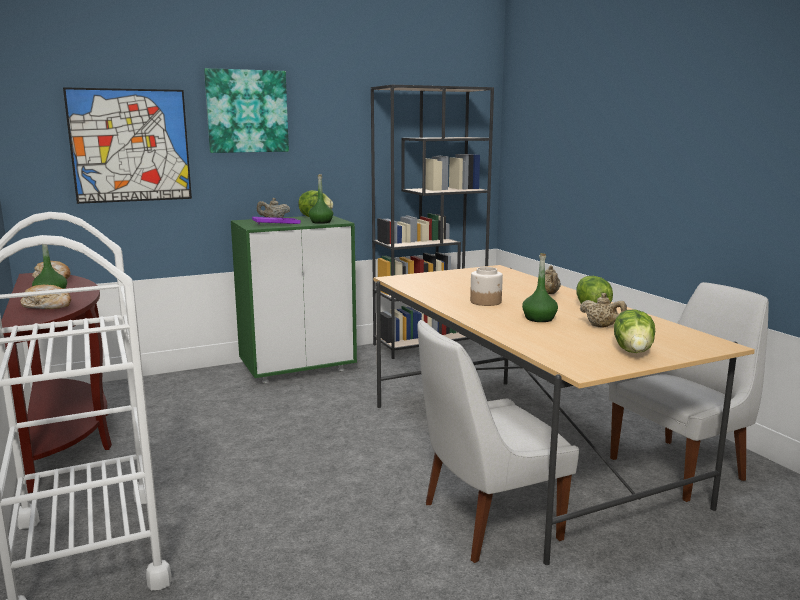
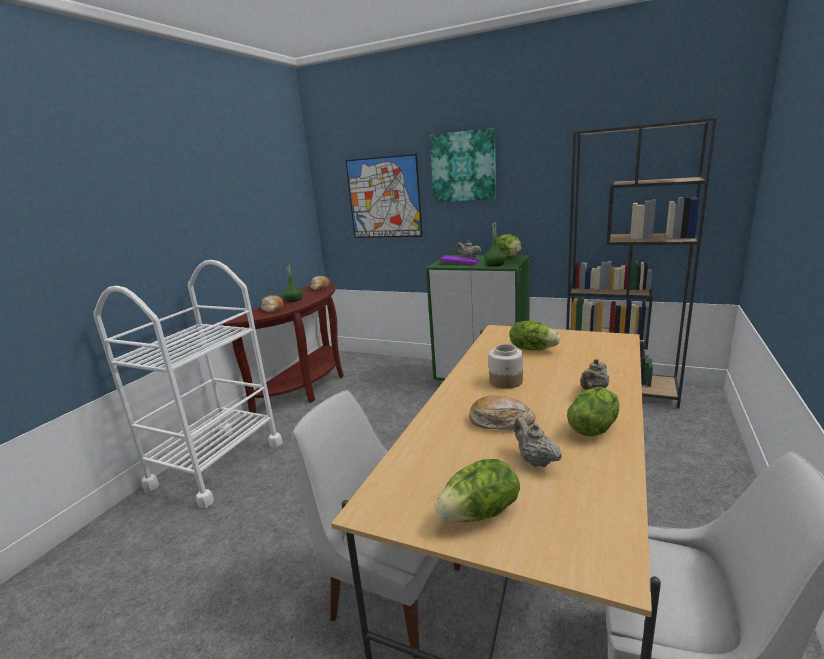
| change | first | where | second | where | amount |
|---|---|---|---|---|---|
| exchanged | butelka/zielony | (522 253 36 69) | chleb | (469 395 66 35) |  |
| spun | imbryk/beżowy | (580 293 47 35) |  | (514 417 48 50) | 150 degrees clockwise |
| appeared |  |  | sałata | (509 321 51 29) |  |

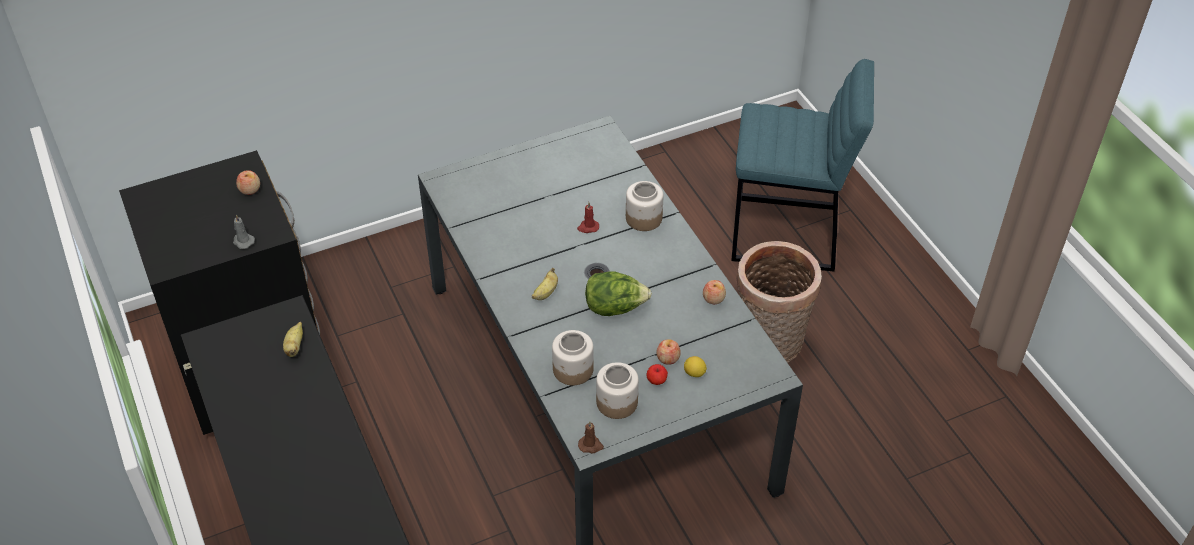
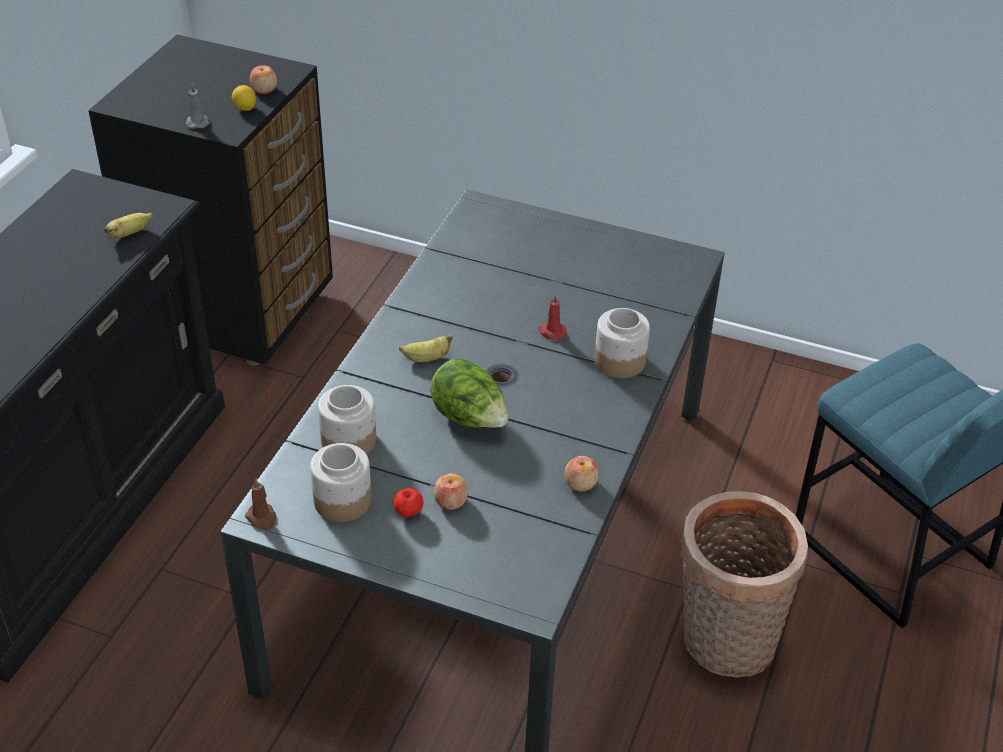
| change | first | where | second | where | amount |
|---|---|---|---|---|---|
| relocated | cytryna | (684 356 23 21) |  | (232 85 24 26) |  |

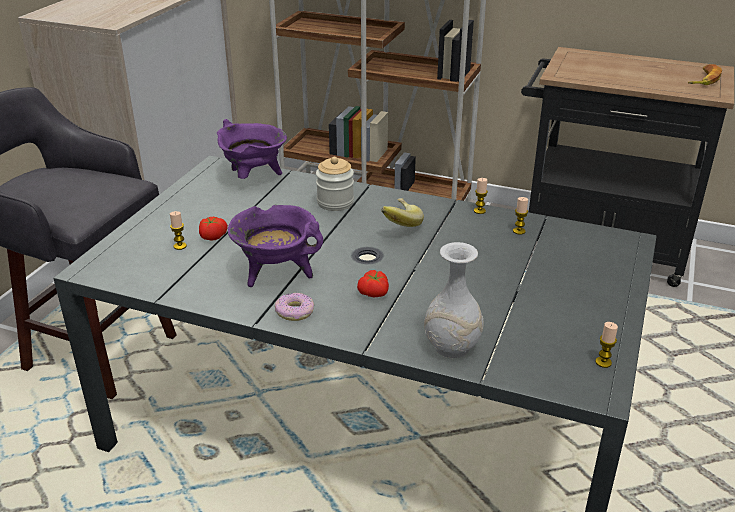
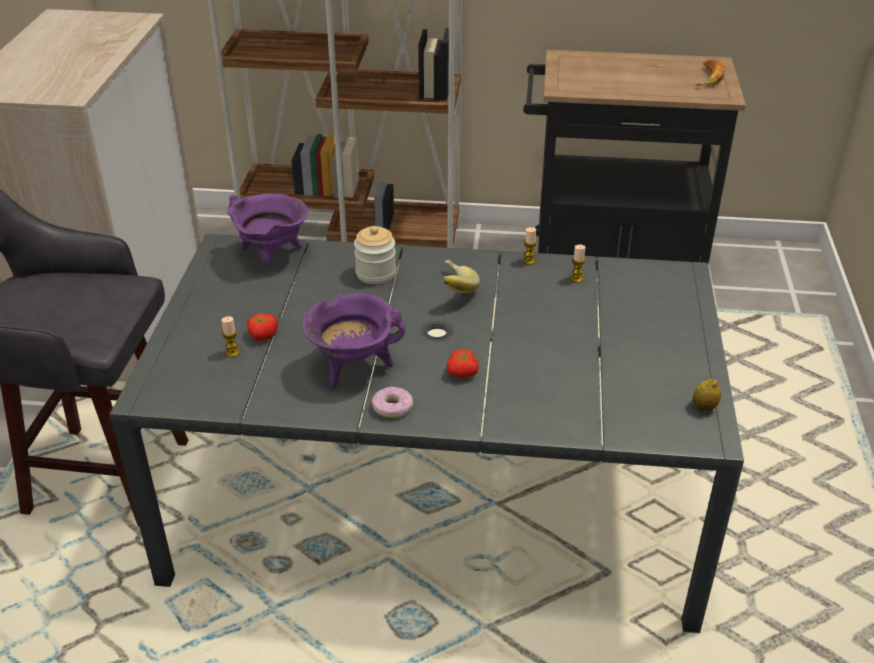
| change | first | where | second | where | amount |
|---|---|---|---|---|---|
| missing | wazon/biały | (424 242 59 116) |  |  |  |
| exchanged | świeca | (595 322 23 46) | cytryna | (693 379 28 32) |  |

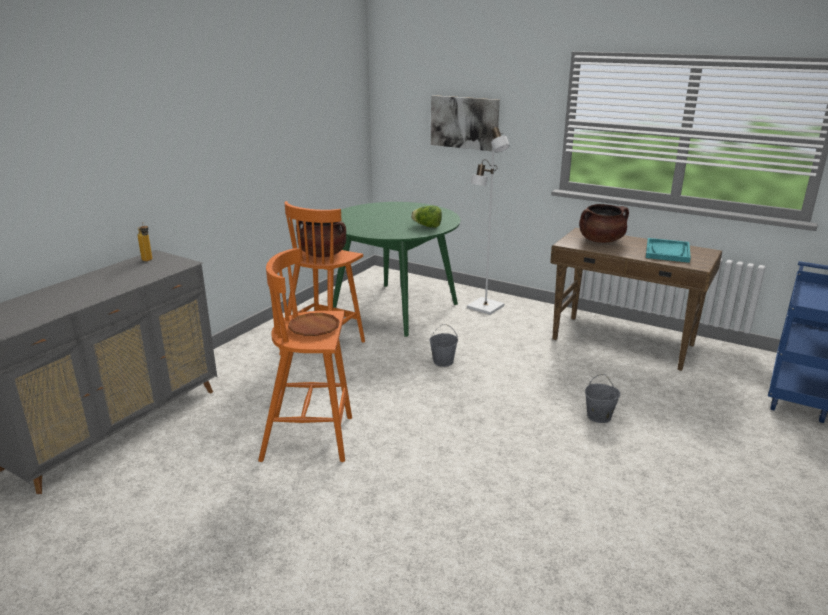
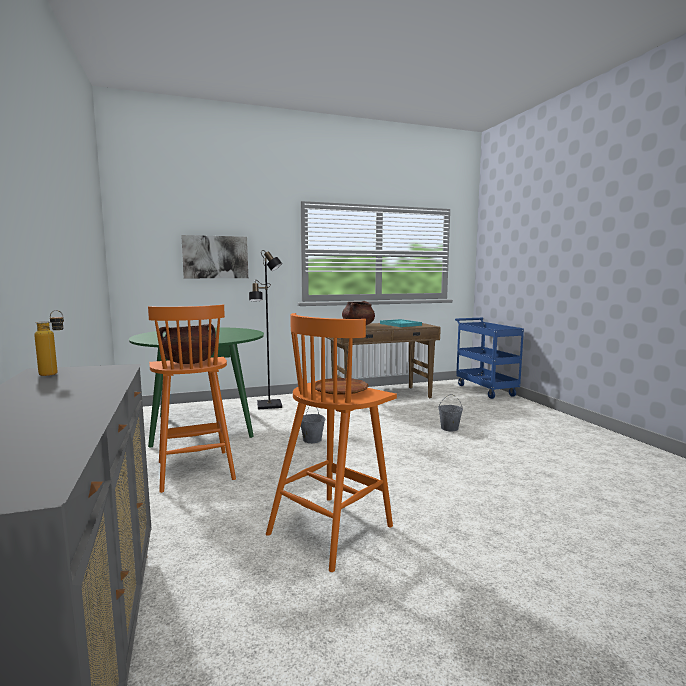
| change | first | where | second | where | amount |
|---|---|---|---|---|---|
| missing | sałata | (411 206 31 22) |  |  |  |
| colour | lampa stojąca/biały | (467 125 43 190) | lampa stojąca/czarny | (249 250 33 159) |  |

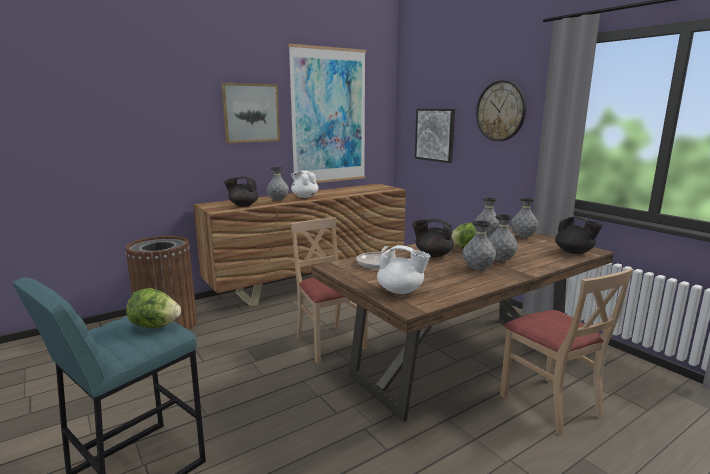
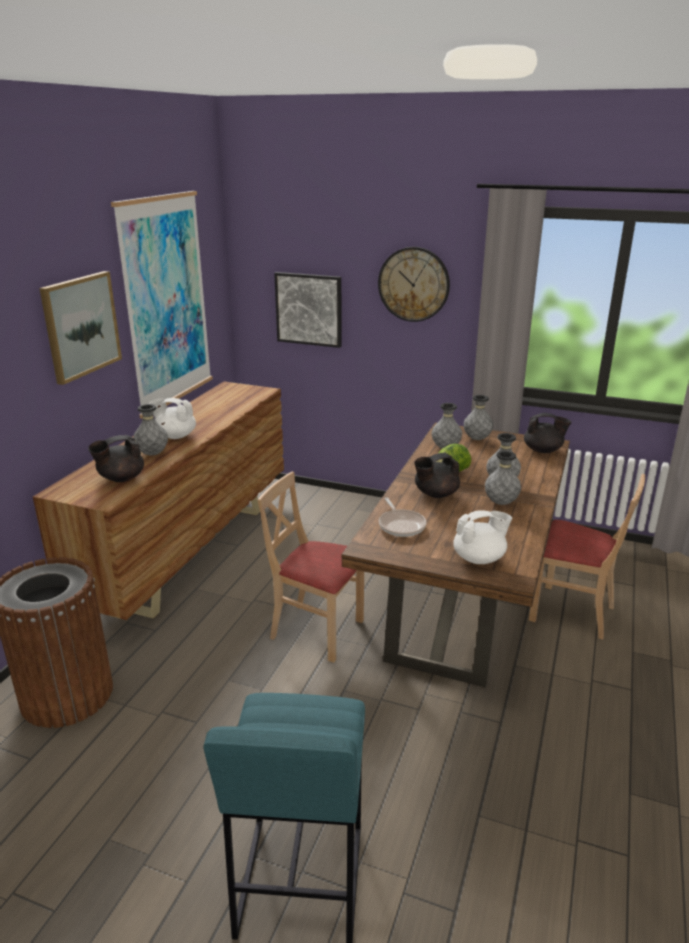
| change | first | where | second | where | amount |
|---|---|---|---|---|---|
| missing | sałata | (126 288 55 40) |  |  |  |

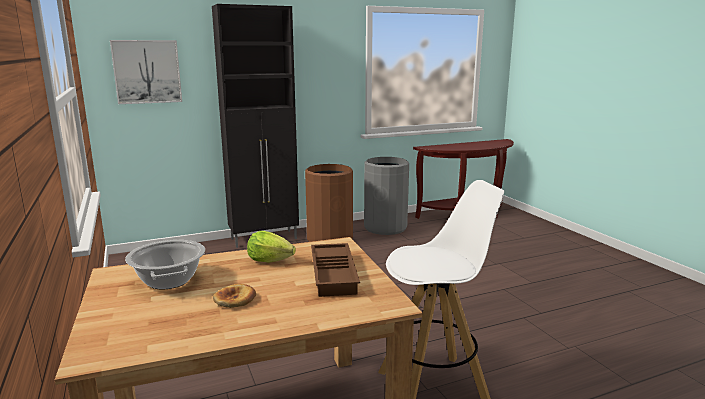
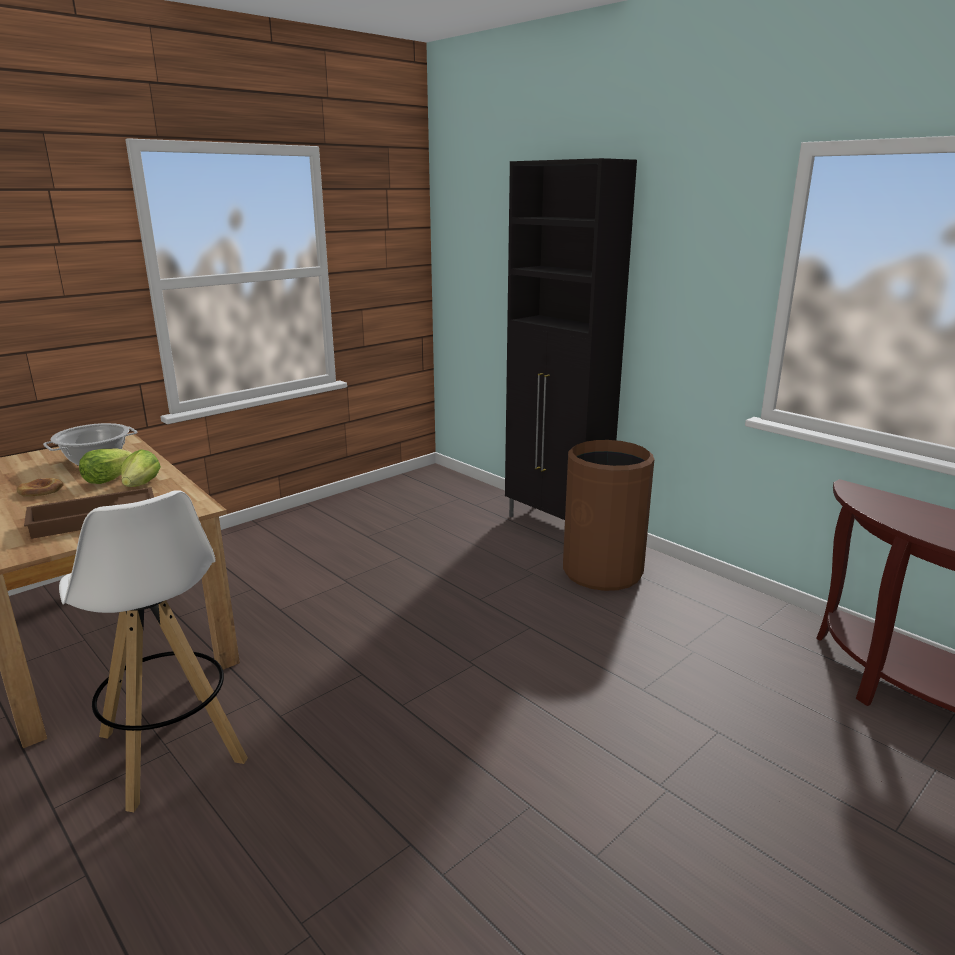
| change | first | where | second | where | amount |
|---|---|---|---|---|---|
| missing | obraz | (110 40 72 64) |  |  |  |
| missing | kosz na śmieci/szary | (364 157 45 78) |  |  |  |
| appeared |  |  | sałata | (79 448 53 36) |  |

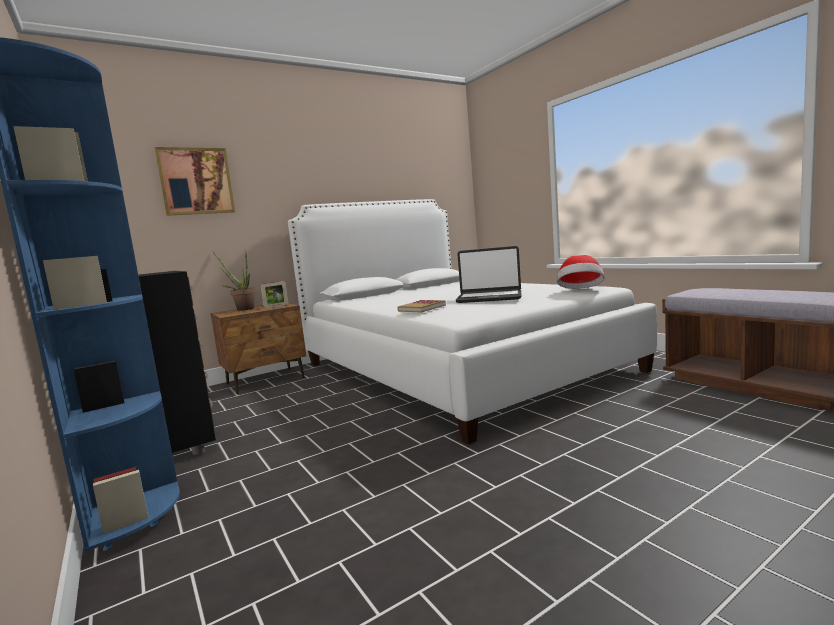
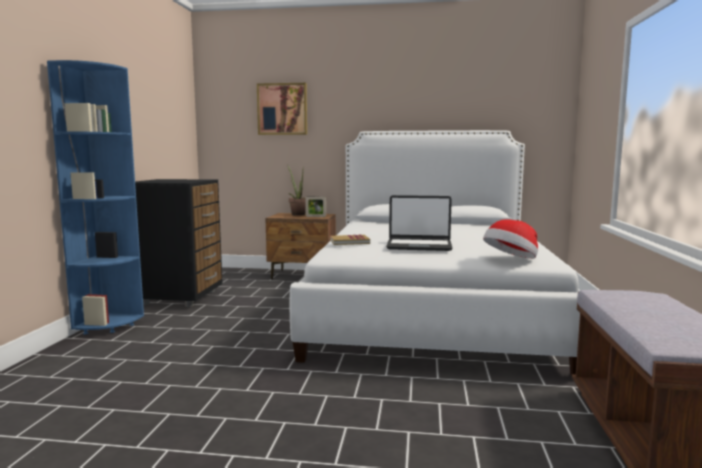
| change | first | where | second | where | amount |
|---|---|---|---|---|---|
| spun | laptop | (455 246 66 57) |  | (386 195 66 56) | 45 degrees counterclockwise |

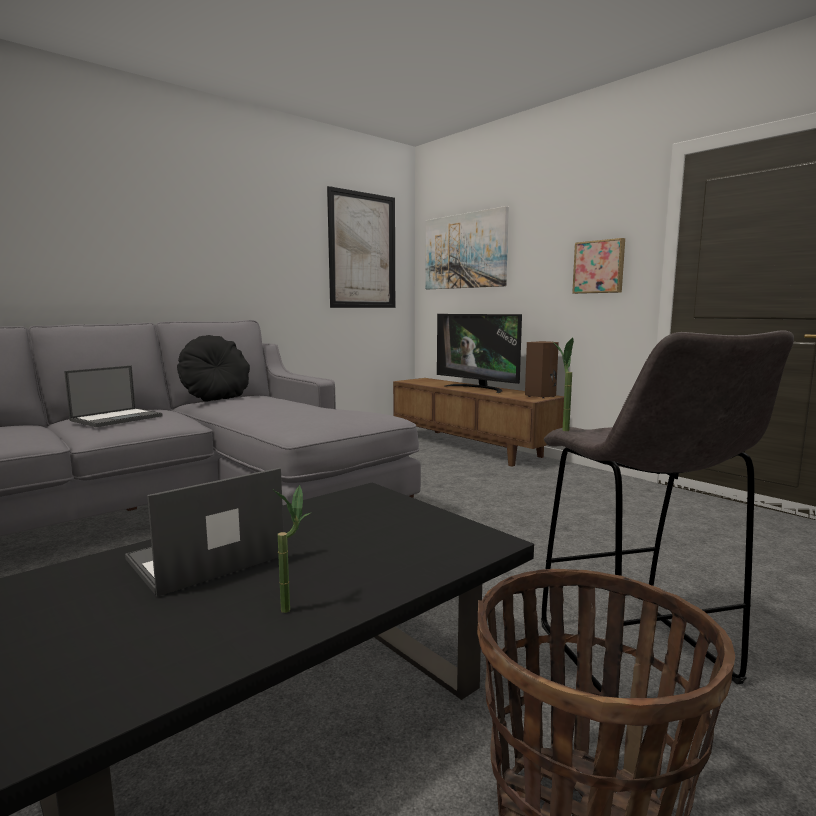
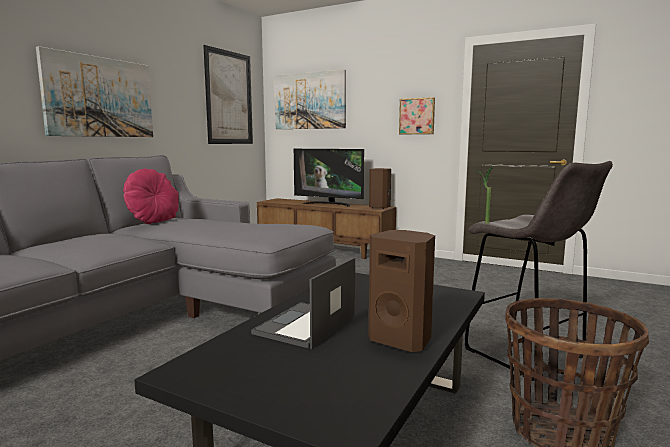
| change | first | where | second | where | amount |
|---|---|---|---|---|---|
| missing | laptop | (64 365 99 62) |  |  |  |
| colour | poduszka/czarny | (177 335 73 66) | poduszka/różowy | (123 169 56 55) |  |
| exchanged | roślina doniczkowa | (272 485 38 128) | głośnik/brązowy | (368 230 67 122) |  |
| appeared |  |  | obraz | (36 46 117 91) |  |

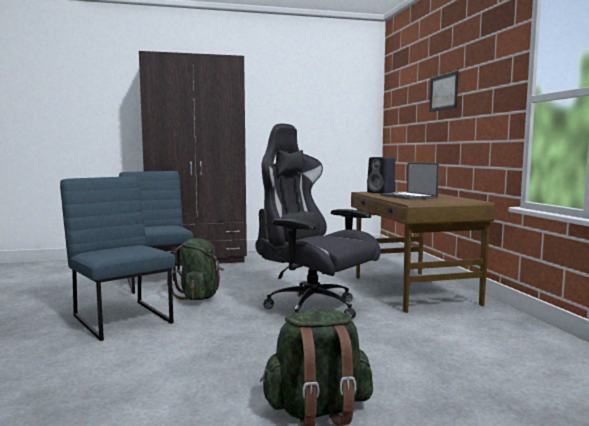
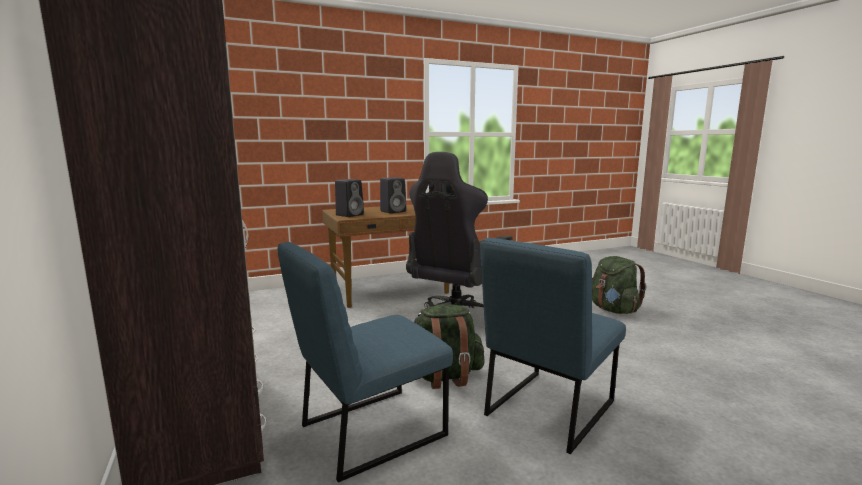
| change | first | where | second | where | amount |
|---|---|---|---|---|---|
| exchanged | laptop | (380 162 59 38) | głośnik/czarny | (380 177 26 36) |  |
| missing | obraz | (429 71 29 41) |  |  |  |

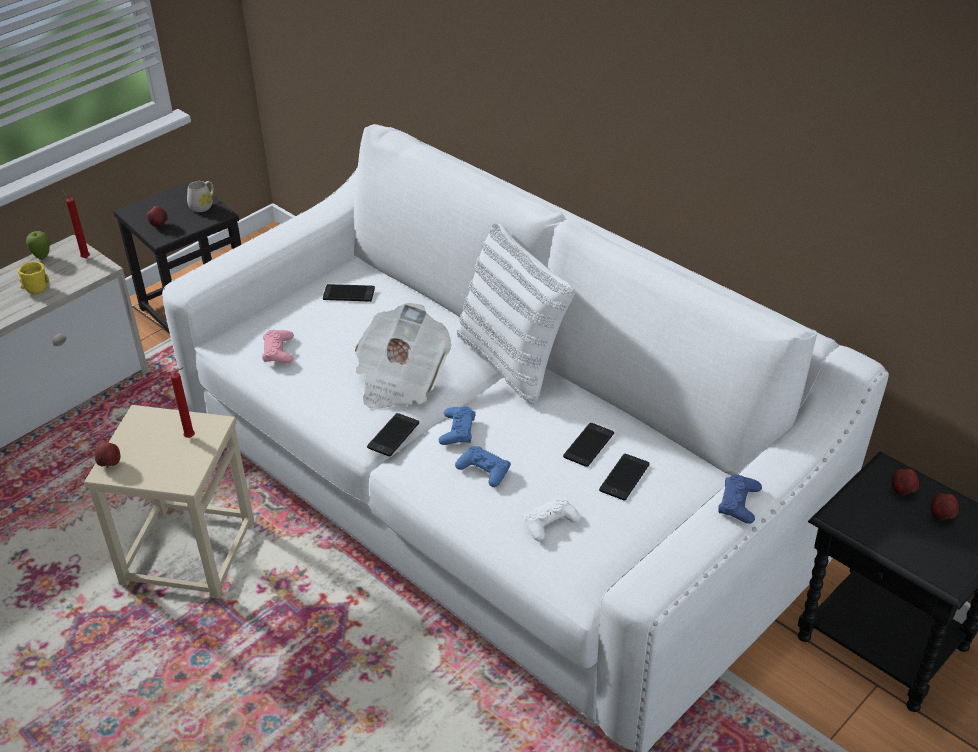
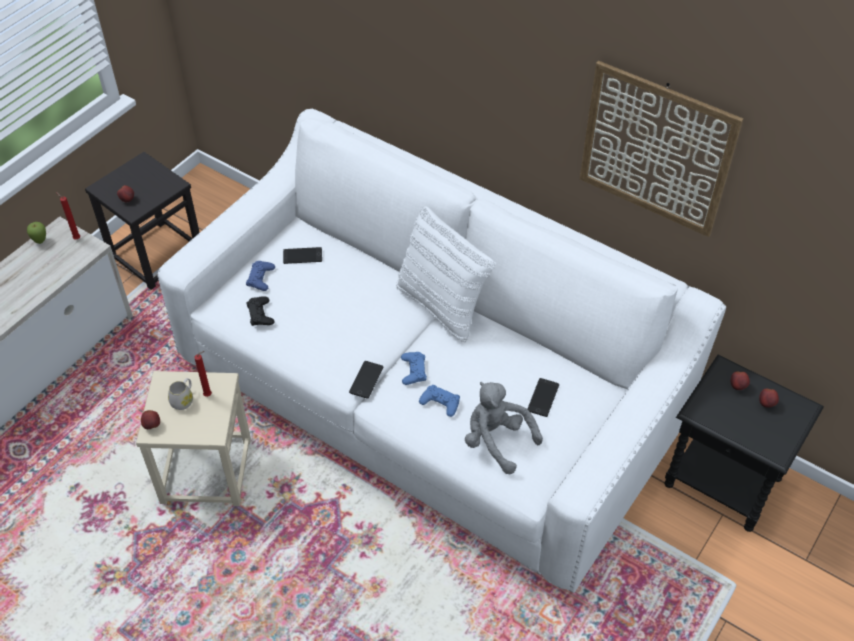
| change | first | where | second | where | amount |
|---|---|---|---|---|---|
| missing | kubek/żółty | (18 261 31 33) |  |  |  |
| relocated | kubek/biały | (187 181 27 31) |  | (168 378 25 32) |  |
| colour | pad do gier/różowy | (262 330 32 33) | pad do gier/czarny | (246 297 29 29) |  |
| missing | gazeta | (355 303 96 106) |  |  |  |
| exchanged | pad do gier/biały | (522 497 59 44) | pluszak/szary | (465 382 78 92) |  |
| missing | telefon | (563 423 51 44) |  |  |  |
| relocated | pad do gier/niebieski | (718 474 44 50) |  | (246 261 29 30) |  |
| appeared |  |  | obraz | (580 61 163 176) |  |

